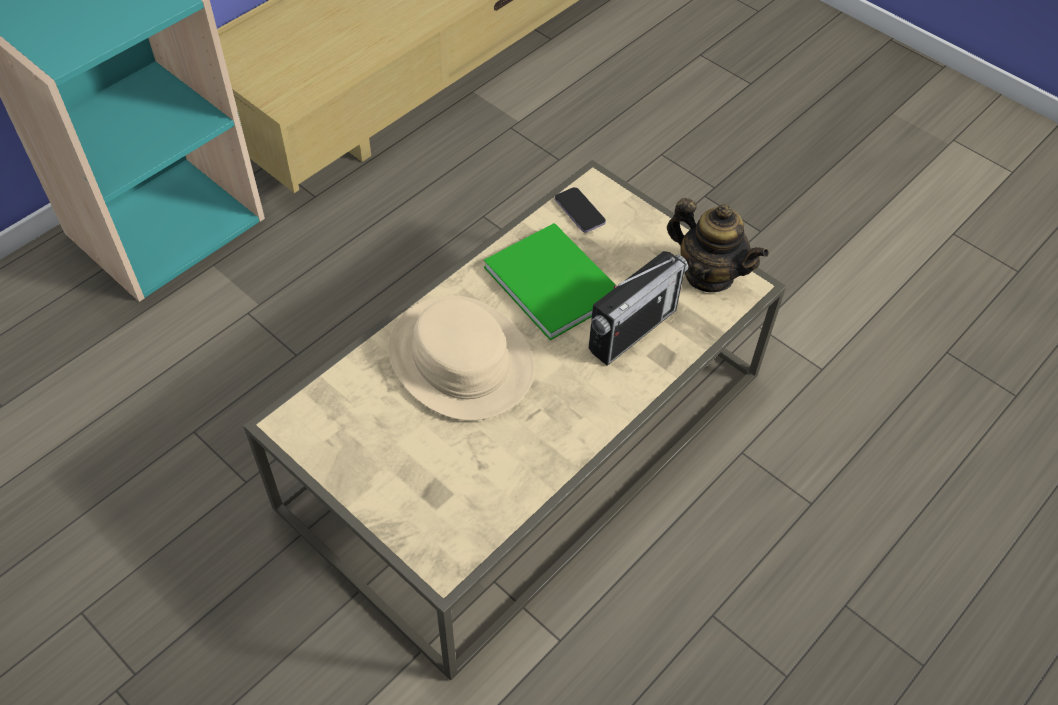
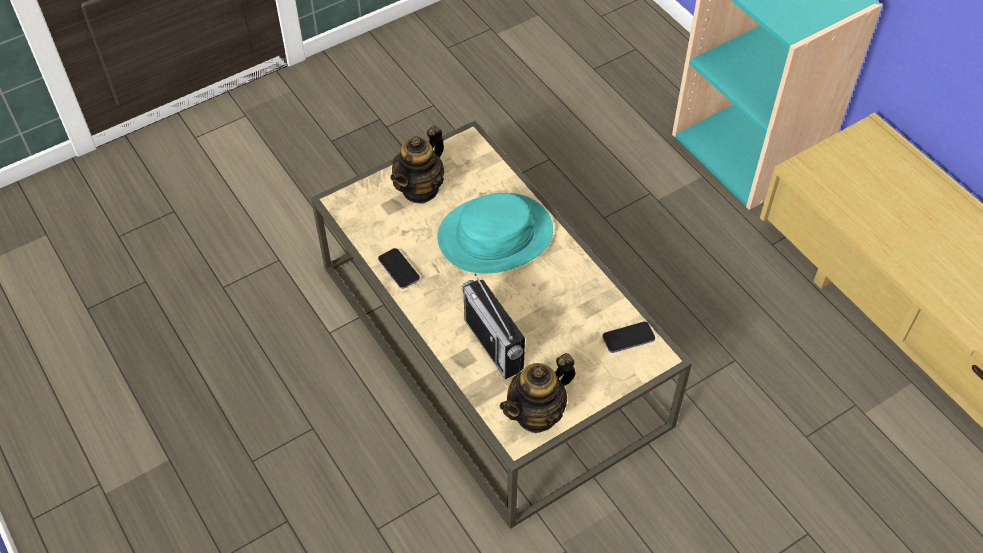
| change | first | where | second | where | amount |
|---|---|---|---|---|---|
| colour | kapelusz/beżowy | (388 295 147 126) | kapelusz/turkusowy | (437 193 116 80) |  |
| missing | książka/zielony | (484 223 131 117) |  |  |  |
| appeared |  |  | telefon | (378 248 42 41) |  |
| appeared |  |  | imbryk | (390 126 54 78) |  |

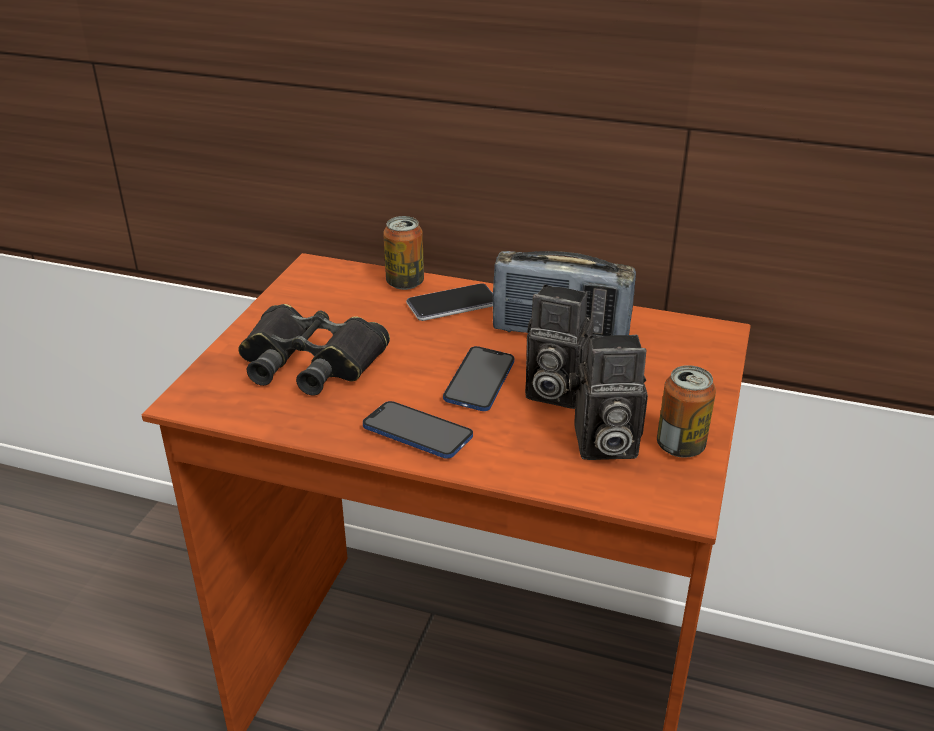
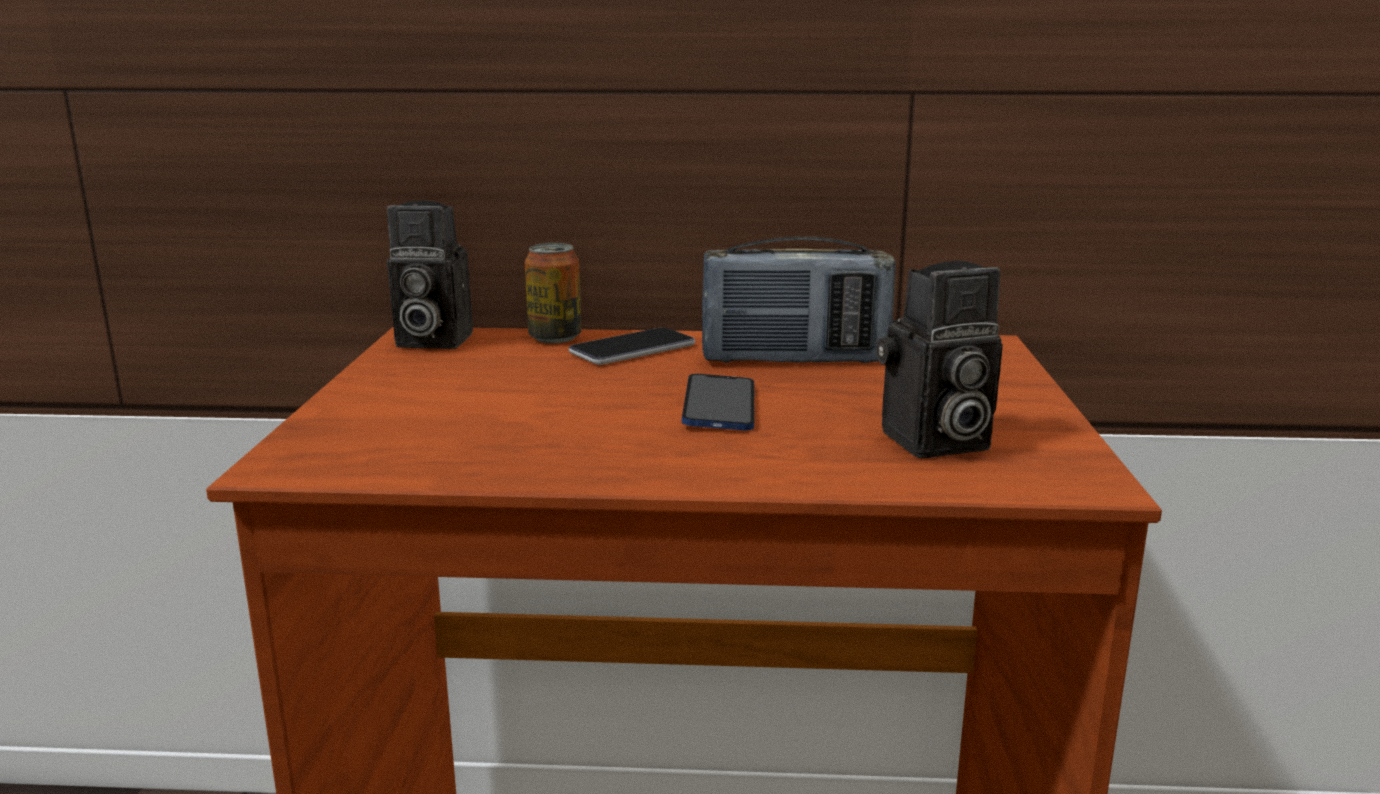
| change | first | where | second | where | amount |
|---|---|---|---|---|---|
| missing | lornetka/czarny | (238 304 152 92) |  |  |  |
| missing | telefon | (363 401 110 58) |  |  |  |
| relocated | aparat fotograficzny | (525 284 69 125) |  | (387 200 86 149) |  |
| missing | puszka | (657 365 59 93) |  |  |  |

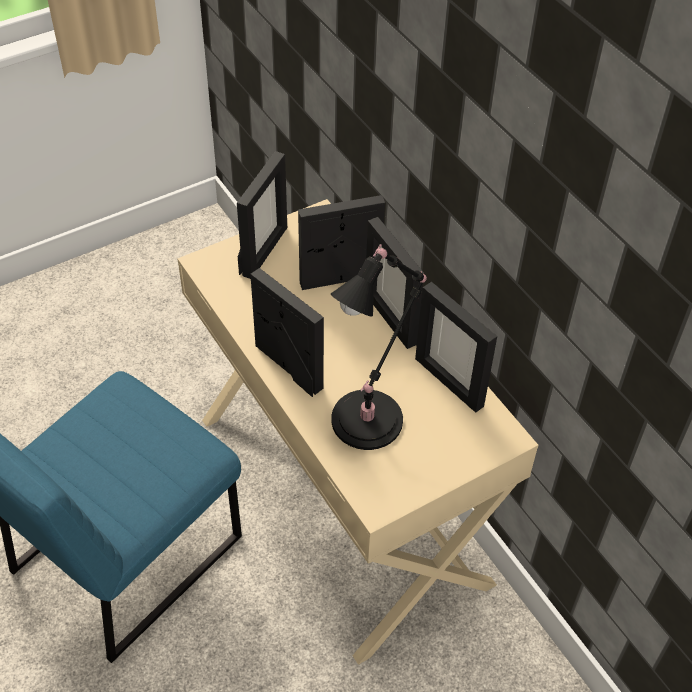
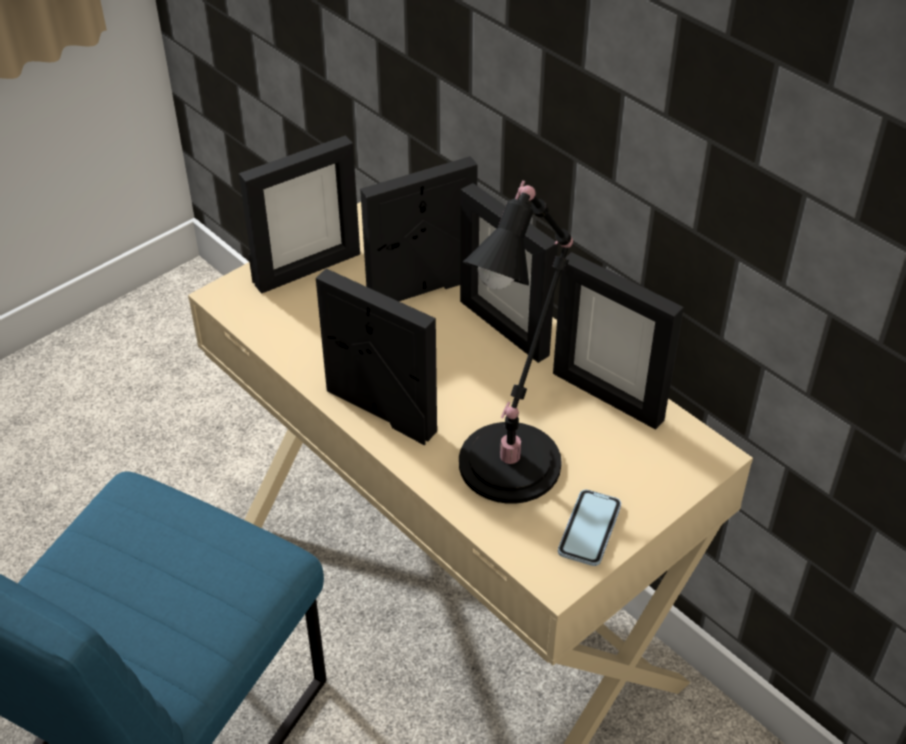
| change | first | where | second | where | amount |
|---|---|---|---|---|---|
| spun | ramka na zdjęcie | (237 151 50 128) |  | (239 135 121 159) | 45 degrees clockwise |
| appeared |  |  | telefon | (558 490 63 76) |  |

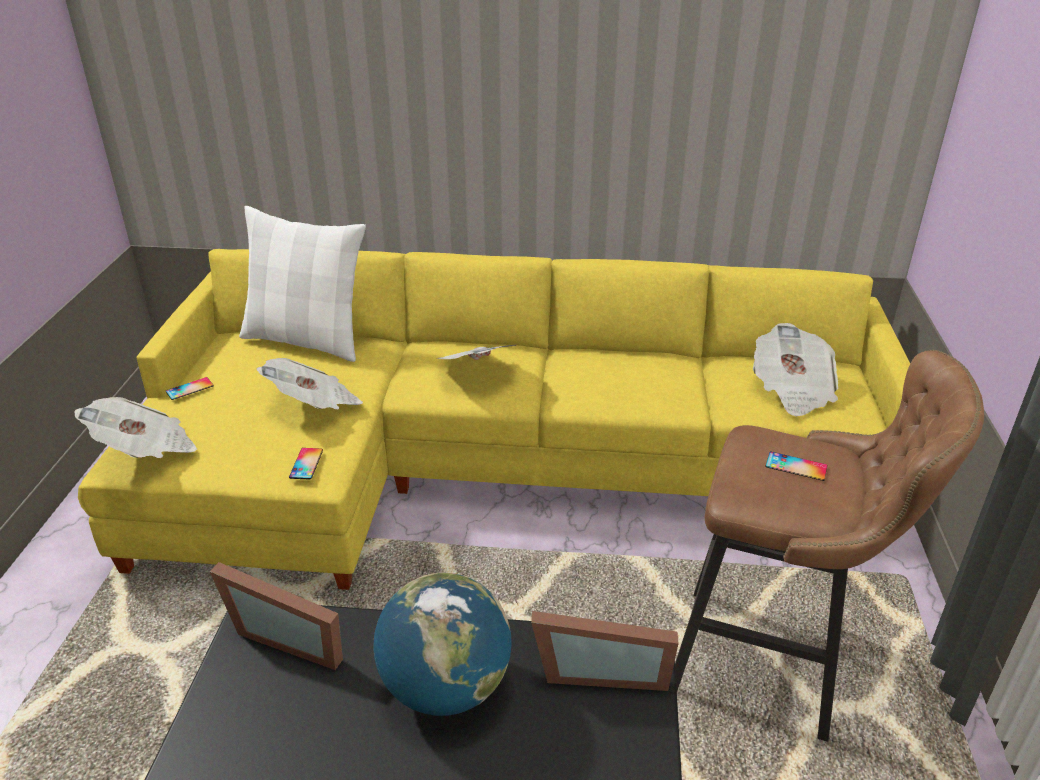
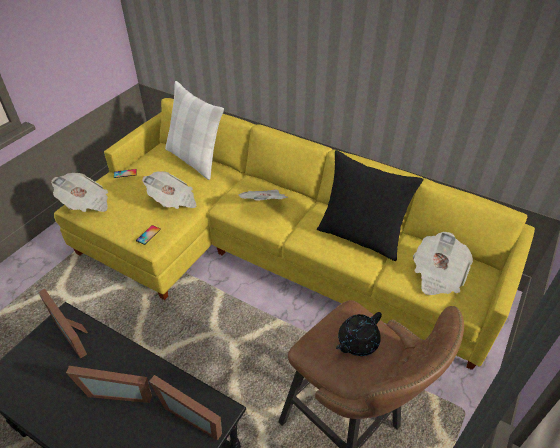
| change | first | where | second | where | amount |
|---|---|---|---|---|---|
| exchanged | globus | (373 573 138 143) | ramka na zdjęcie | (66 366 86 37) |  |
| exchanged | telefon | (766 452 61 29) | imbryk/czarny | (336 312 46 44) |  |
| appeared |  |  | poduszka/czarny | (317 150 106 111) |  |

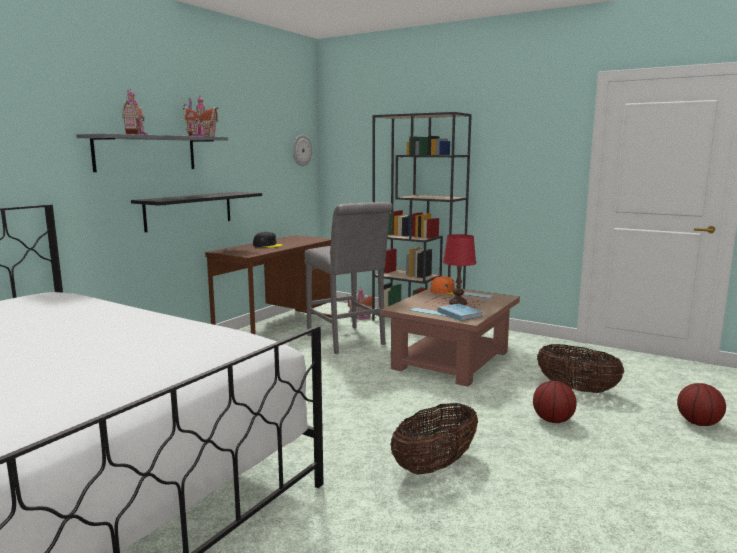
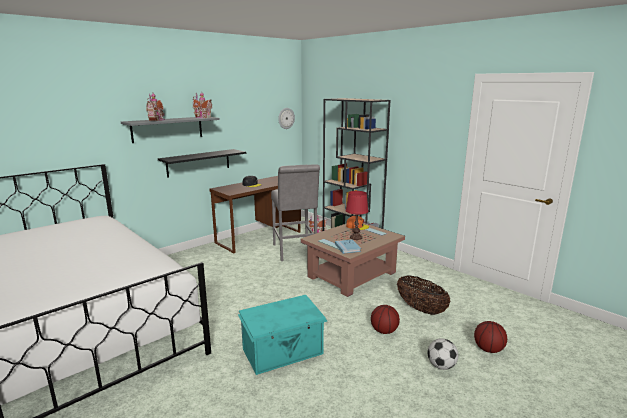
| change | first | where | second | where | amount |
|---|---|---|---|---|---|
| exchanged | koszyk | (390 403 88 72) | pojemnik do przechowywania/turkusowy | (238 295 89 80) |  |
| appeared |  |  | piłka futbolowa | (427 338 31 32) |  |

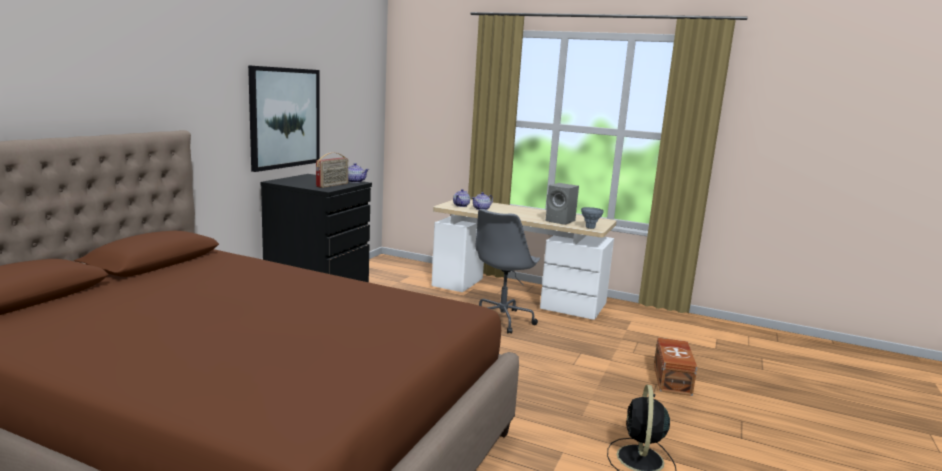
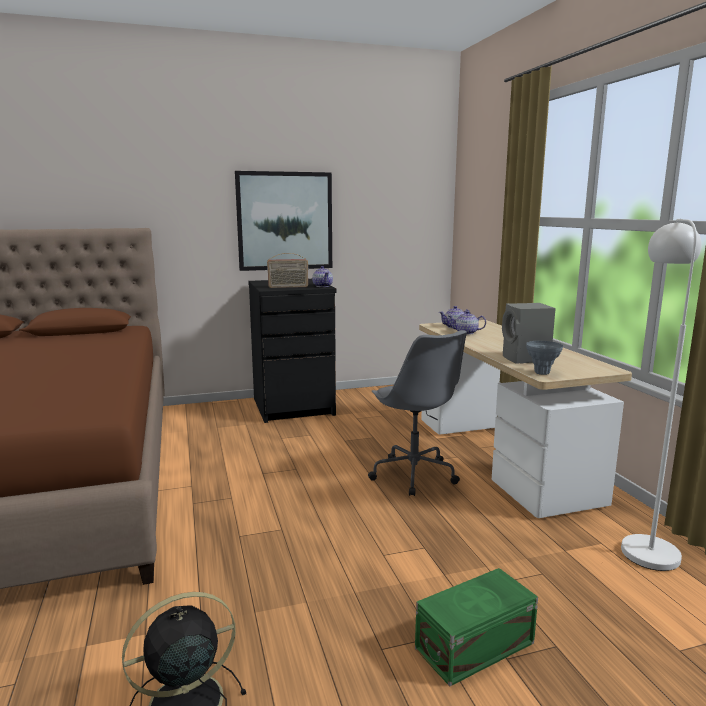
| change | first | where | second | where | amount |
|---|---|---|---|---|---|
| spun | krzesło biurowe/szary | (476 209 64 125) |  | (368 330 99 166) | 105 degrees counterclockwise |
| colour | pojemnik do przechowywania/brązowy | (654 338 43 58) | pojemnik do przechowywania/zielony | (415 568 123 118) |  |
| appeared |  |  | lampa stojąca/biały | (621 219 81 352) |  |

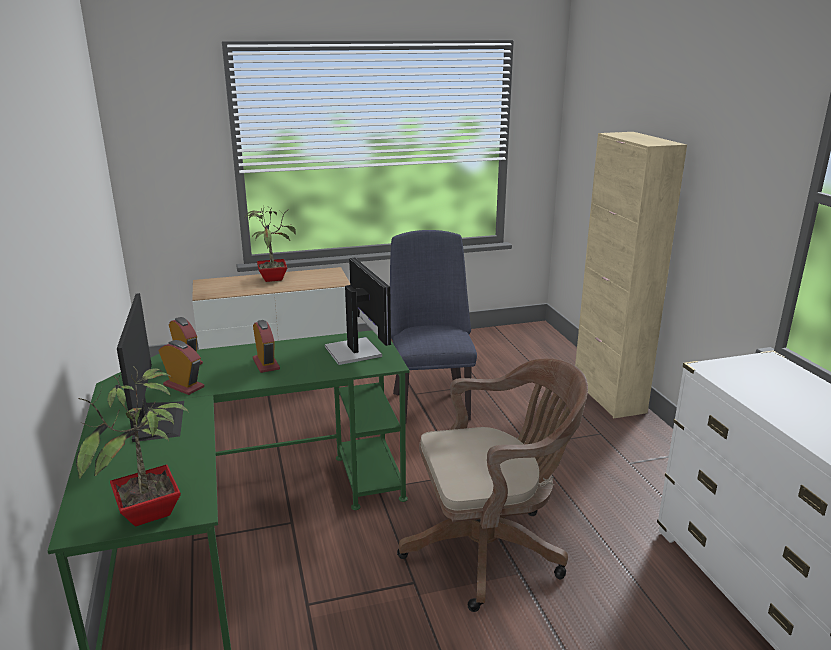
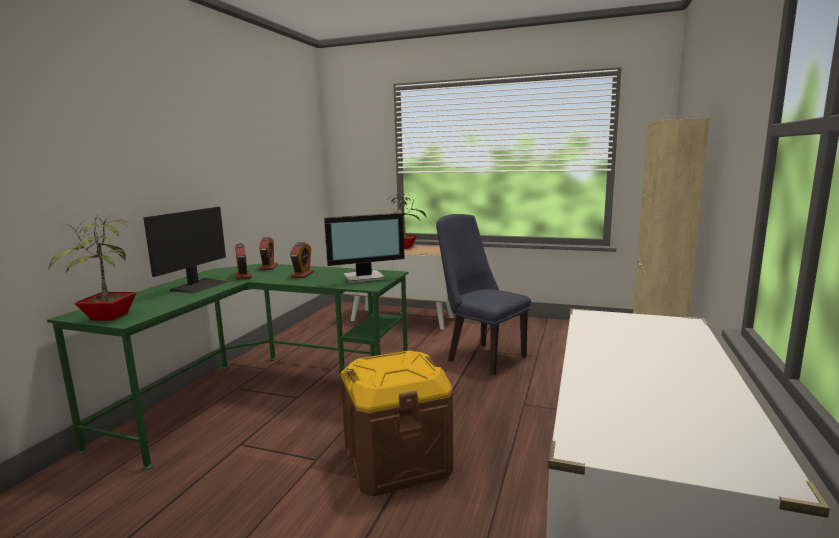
| change | first | where | second | where | amount |
|---|---|---|---|---|---|
| spun | monitor | (325 258 66 107) |  | (324 213 80 70) | 60 degrees clockwise |
| spun | krzesło/niebieski | (390 230 87 194) |  | (436 214 95 161) | 75 degrees counterclockwise |
| exchanged | krzesło biurowe/brązowy | (397 358 191 254) | pojemnik do przechowywania/brązowy | (340 351 113 145) |  |

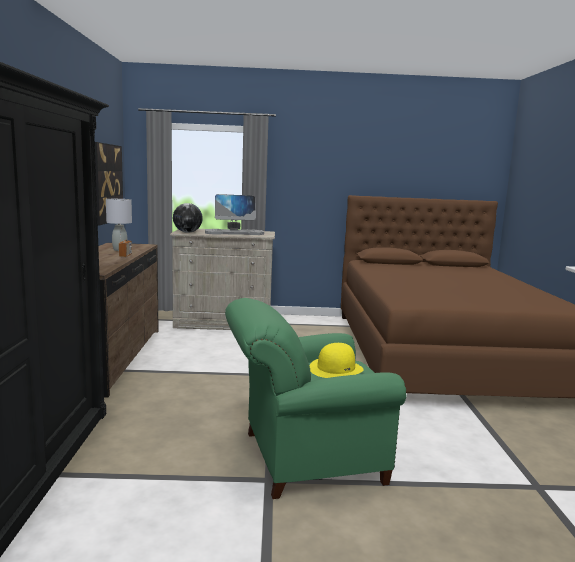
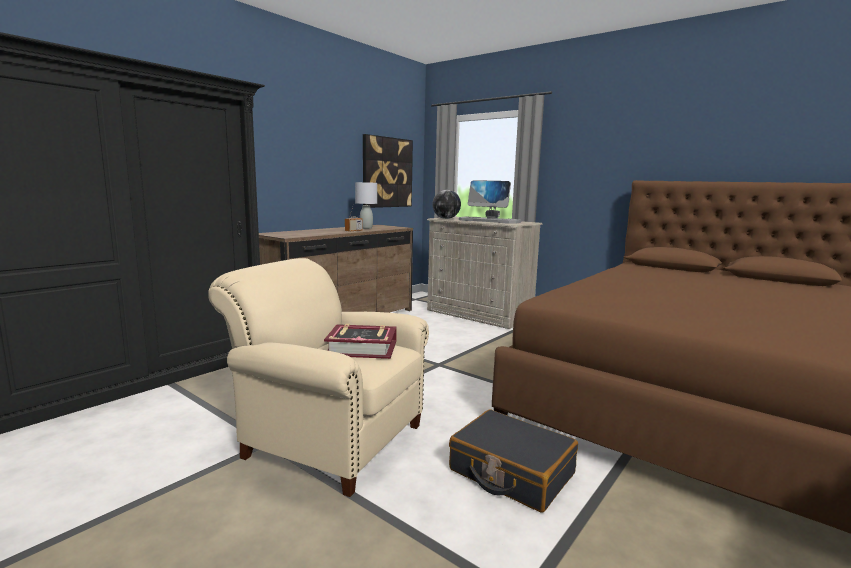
| change | first | where | second | where | amount |
|---|---|---|---|---|---|
| colour | fotel/zielony | (225 298 181 201) | fotel/beżowy | (208 258 221 239) |  |
| exchanged | kapelusz/żółty | (309 343 54 35) | książka | (324 324 73 35) |  |
| appeared |  |  | walizka/czarny | (449 409 129 104) |  |

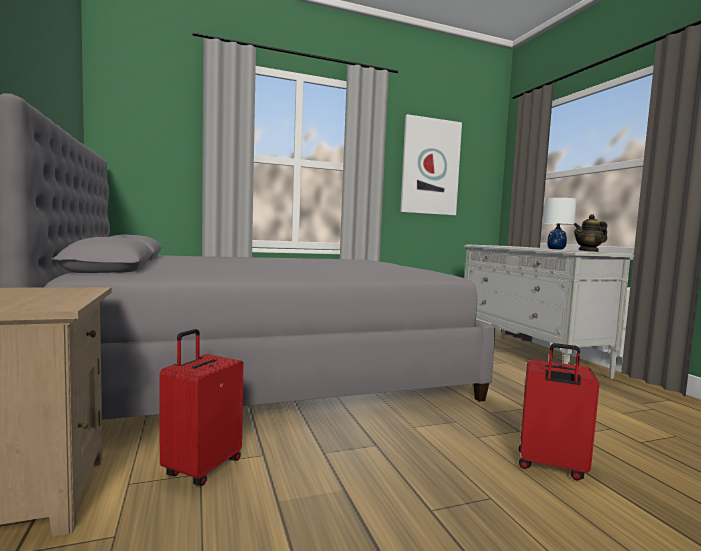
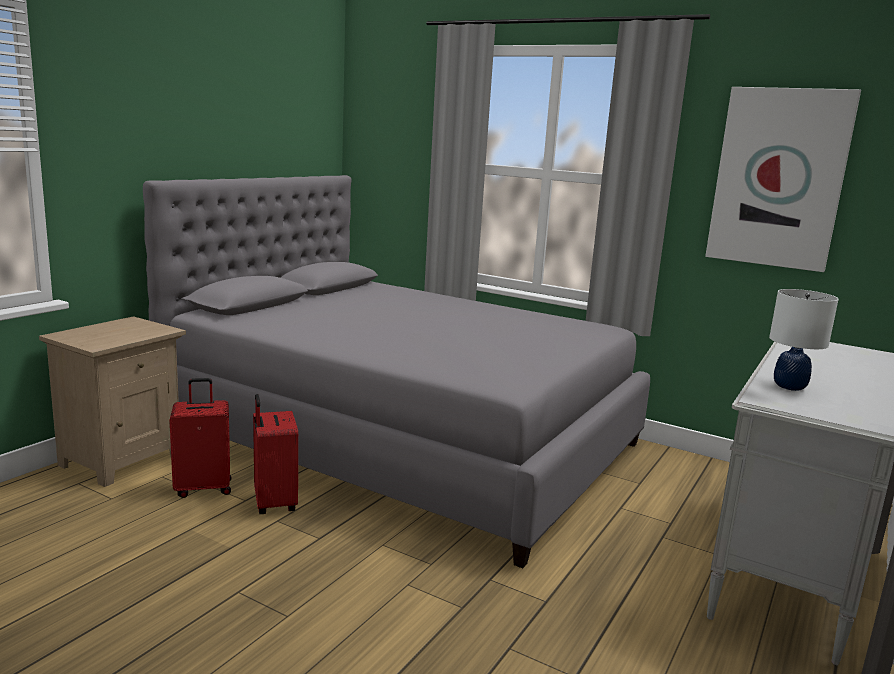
| change | first | where | second | where | amount |
|---|---|---|---|---|---|
| relocated | walizka/czerwony | (519 343 81 137) |  | (253 394 45 120) |  |
| missing | imbryk | (574 214 33 38) |  |  |  |

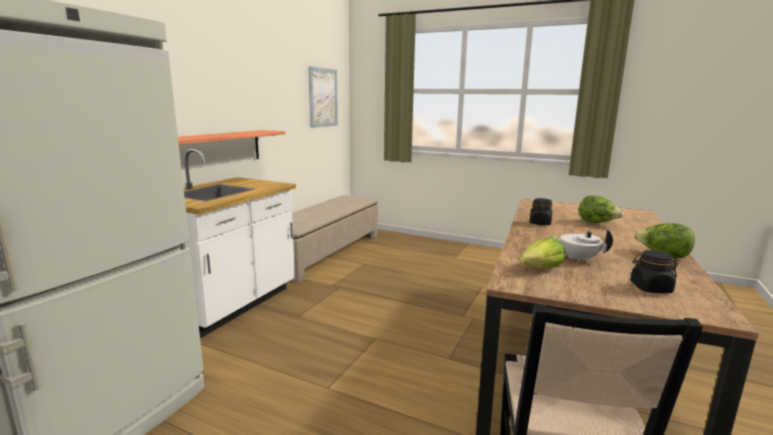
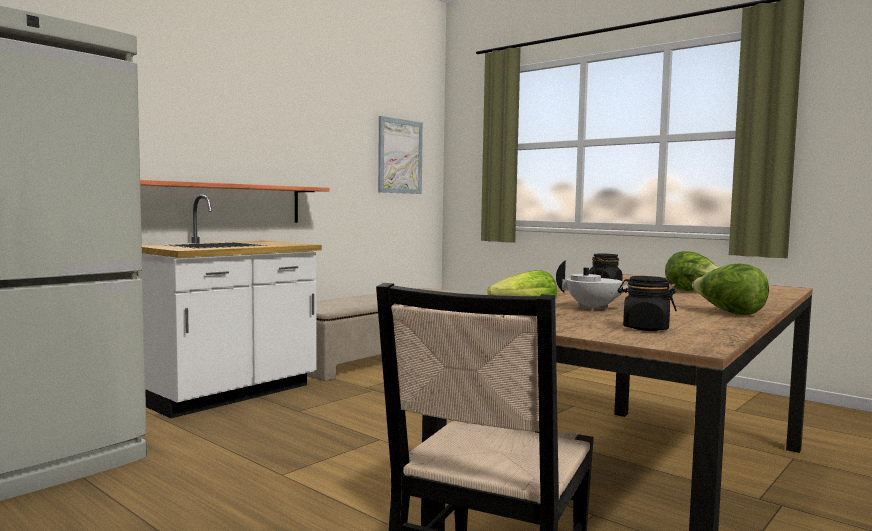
| change | first | where | second | where | amount |
|---|---|---|---|---|---|
| spun | imbryk/biały | (549 229 64 33) |  | (556 260 72 51) | 150 degrees clockwise |

